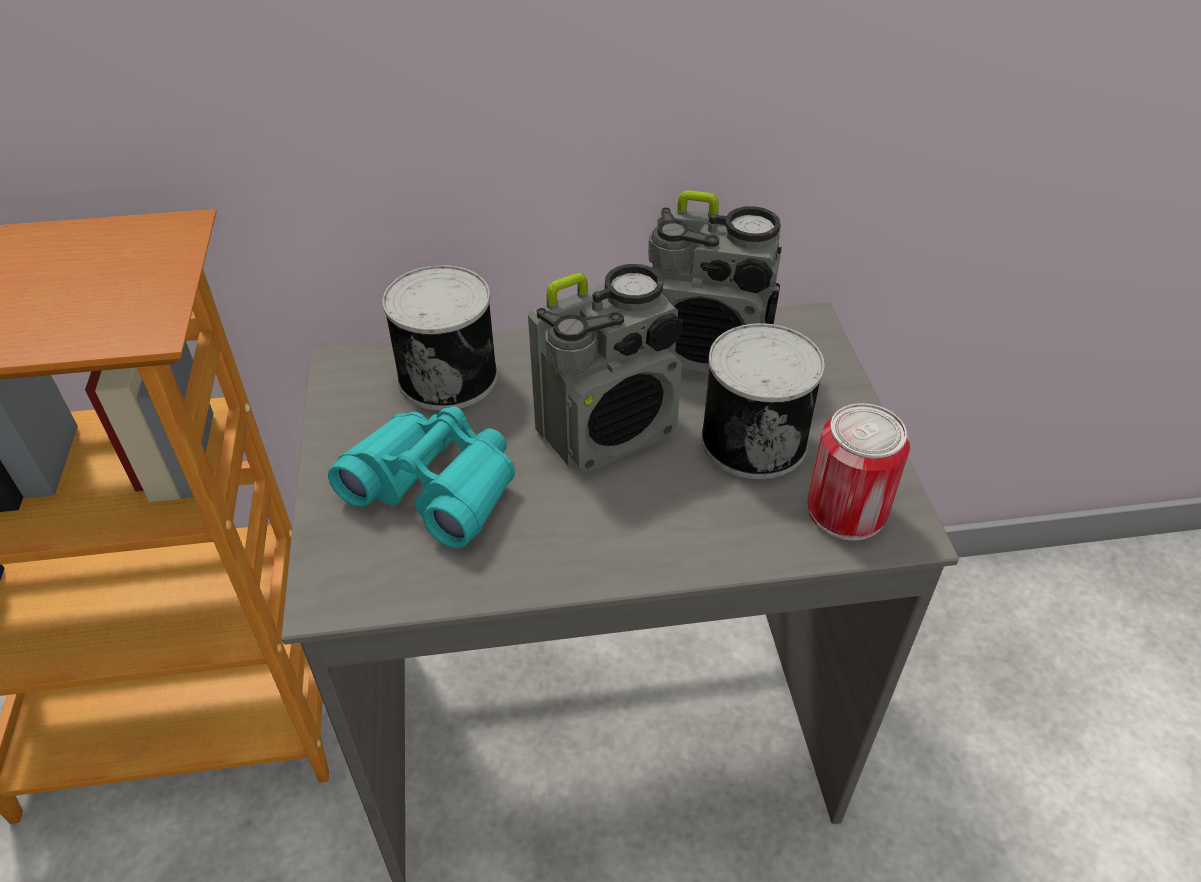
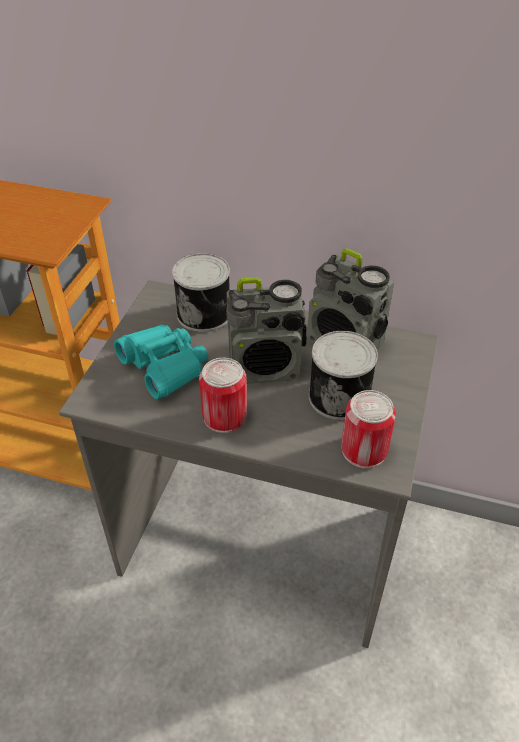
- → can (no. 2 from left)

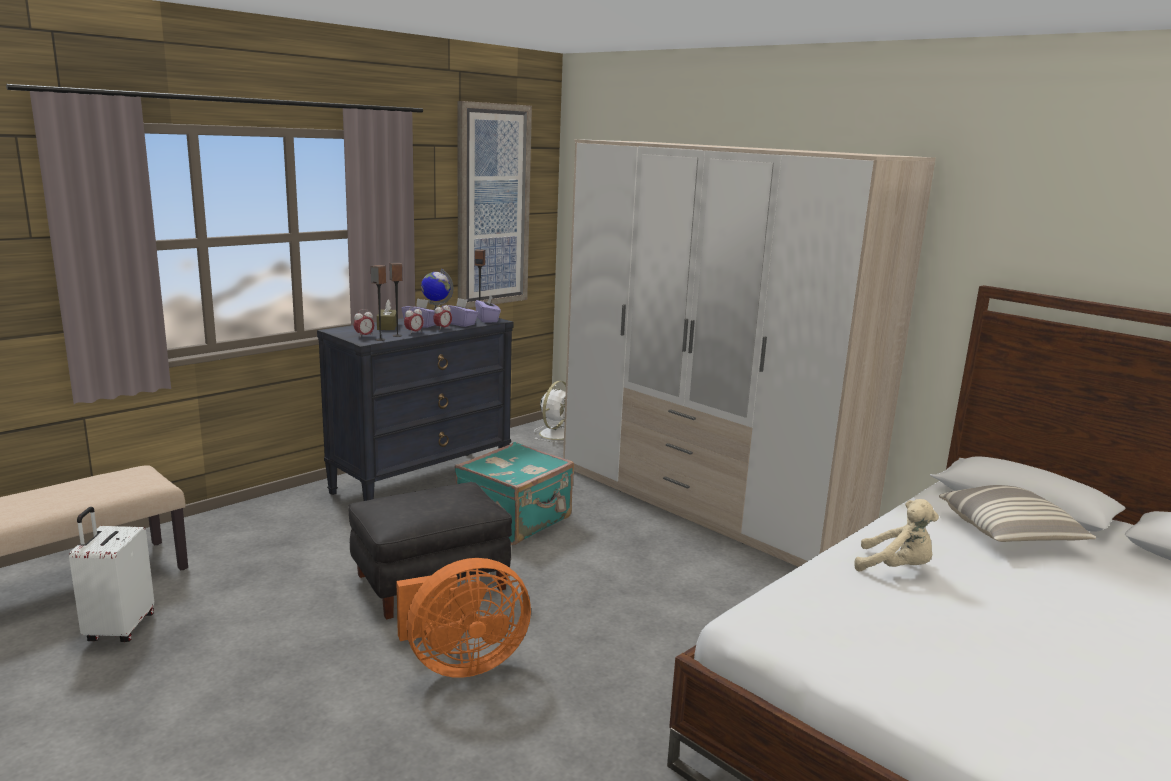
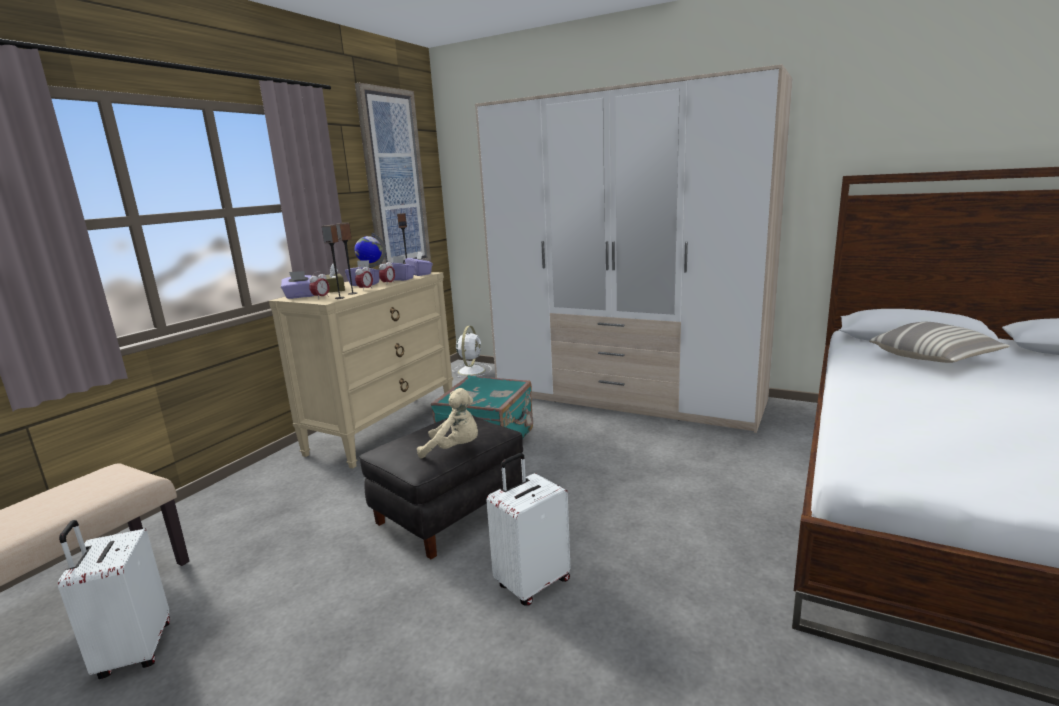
dresser (black) → dresser (beige)
plush toy (beige), shifted
fan (orange) → suitcase (white) (no. 2 from left)
- → tissue box (purple) (no. 1 from left)

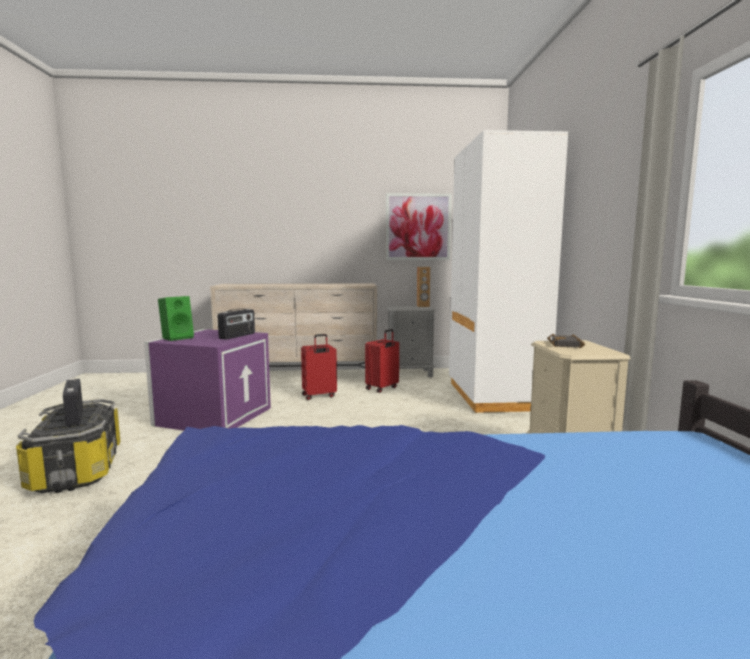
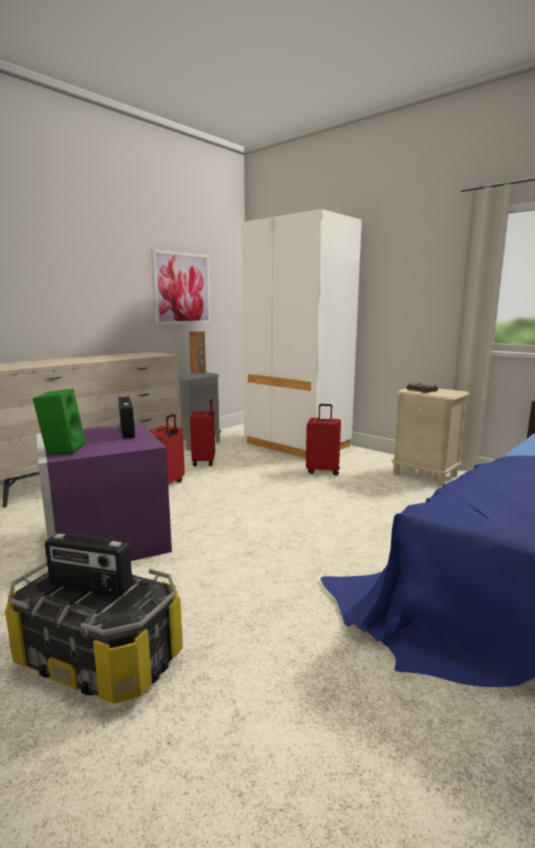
- → suitcase (red) (no. 3 from left)

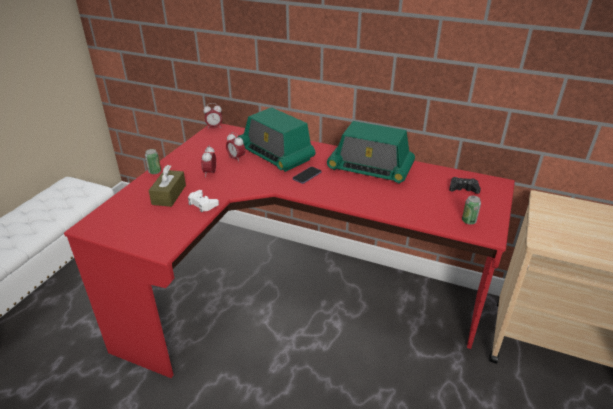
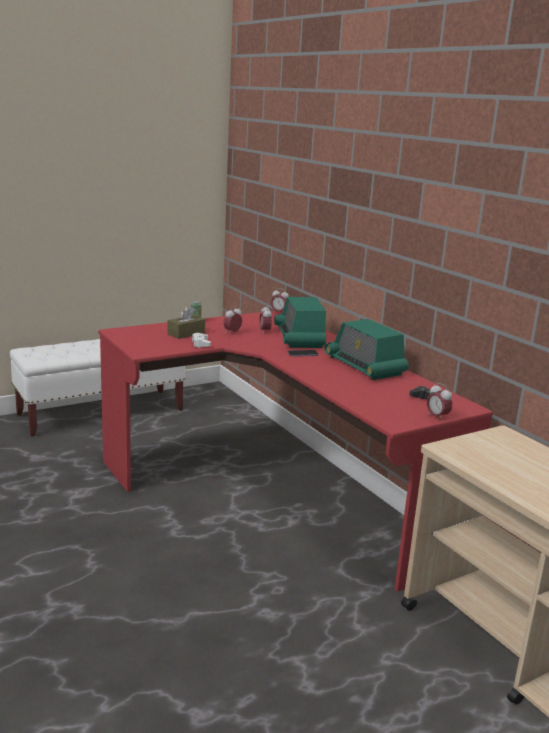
can (no. 2 from left) → -
- → alarm clock (no. 4 from left)

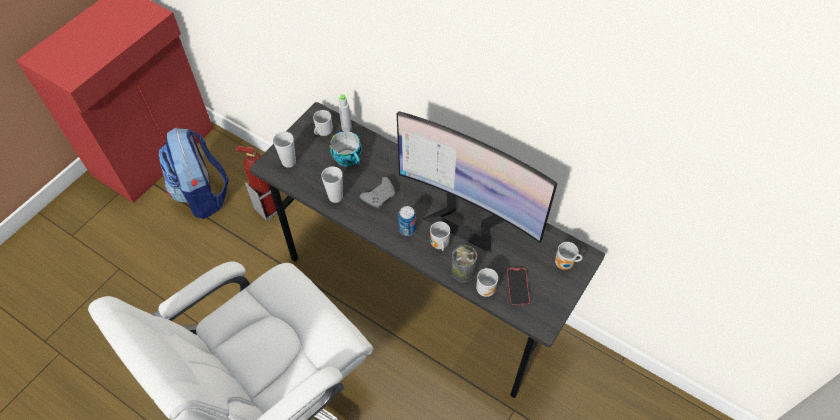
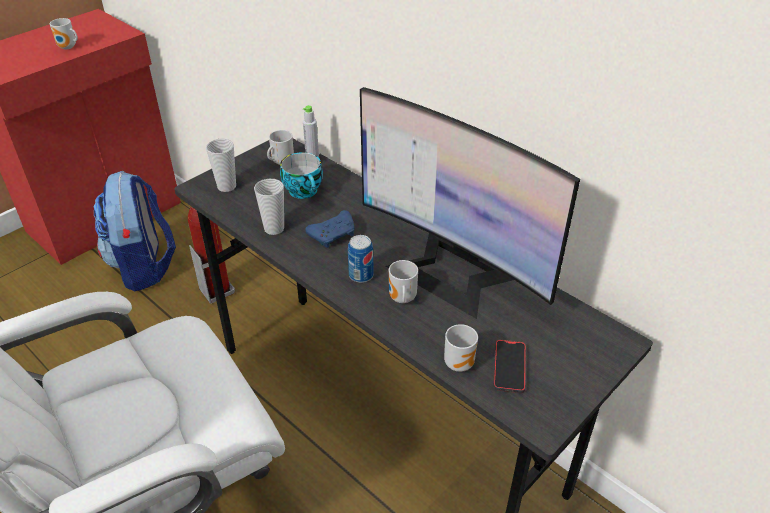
game controller (grey) → game controller (blue)
mug (no. 4 from left in the first image) → mug (no. 1 from left), shifted
can (no. 2 from left) → -

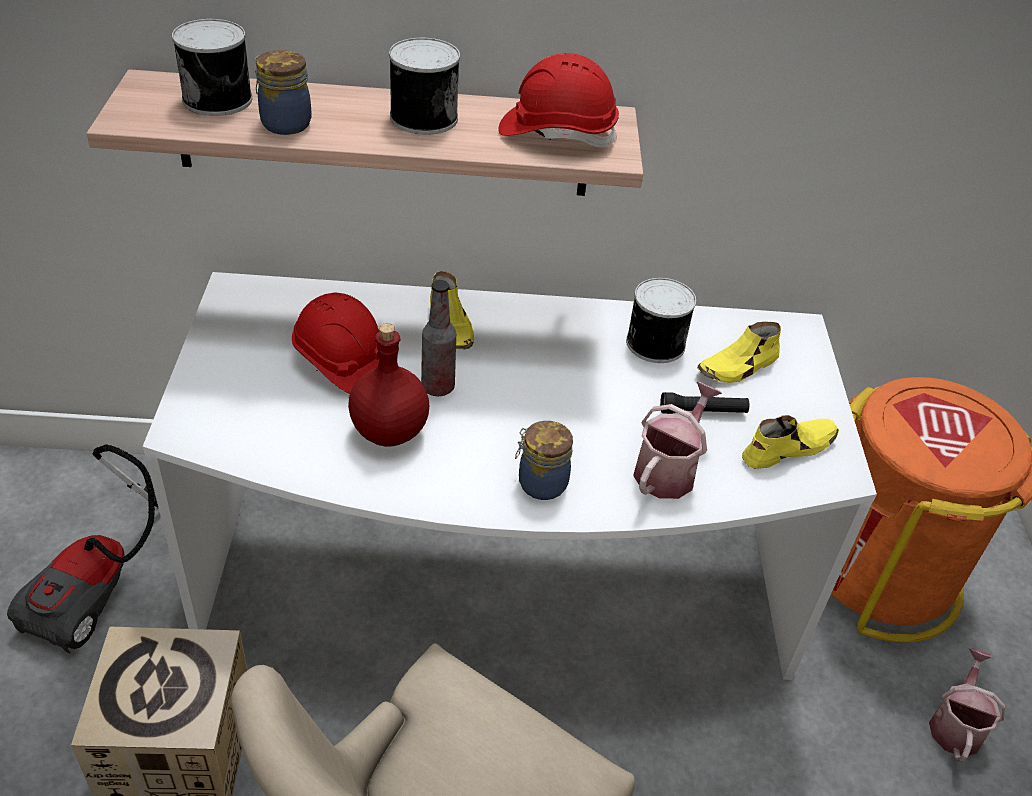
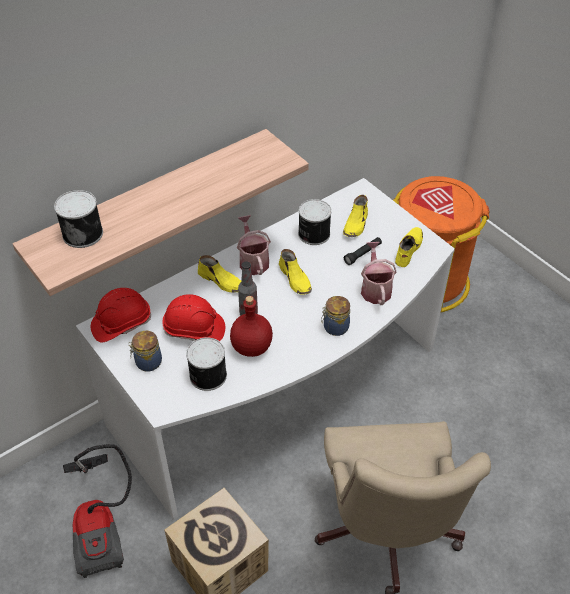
can (no. 2 from left), shifted
jar (no. 1 from left), shifted
hard hat (red) (no. 2 from left in the first image) → hard hat (red) (no. 1 from left), shifted
watering can (no. 2 from left in the first image) → watering can (no. 1 from left), shifted
- → shoe (yellow) (no. 2 from left)

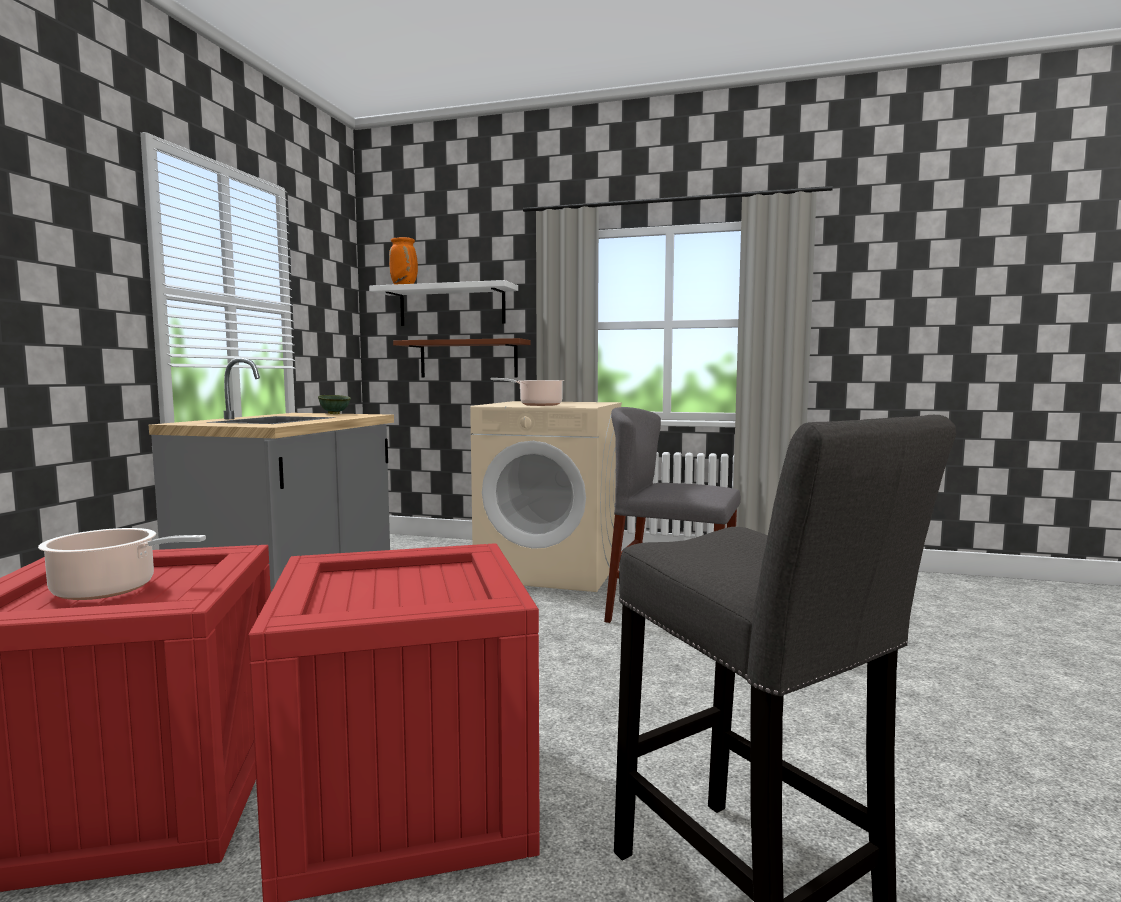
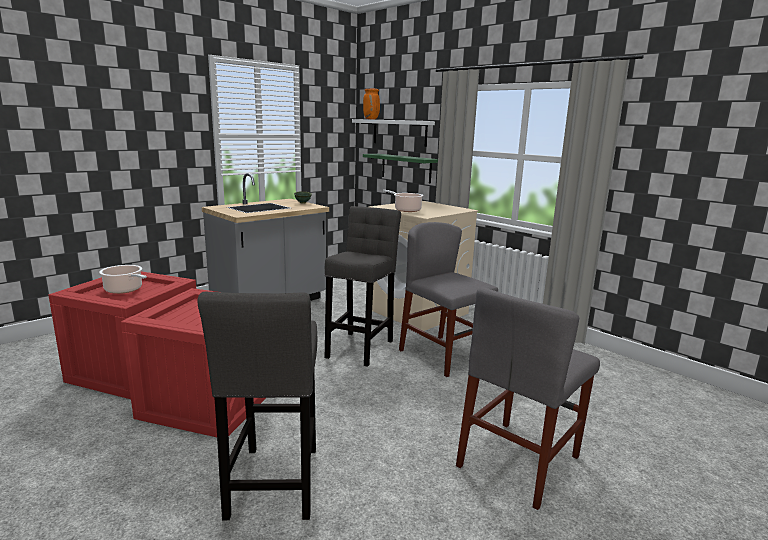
shelf (brown) → shelf (green)
- → stool (grey) (no. 2 from left)
- → chair (grey) (no. 2 from left)

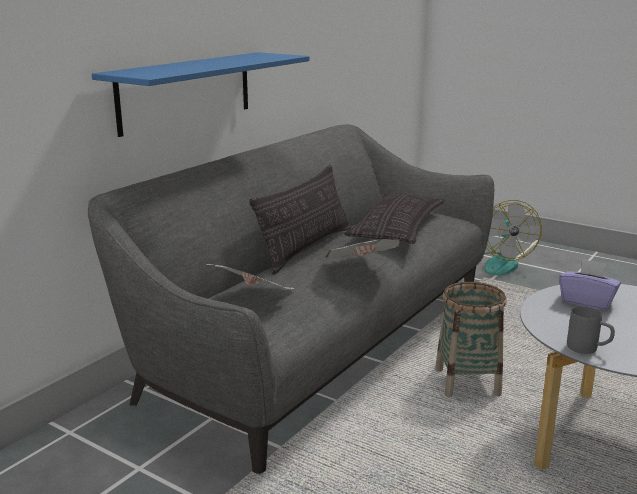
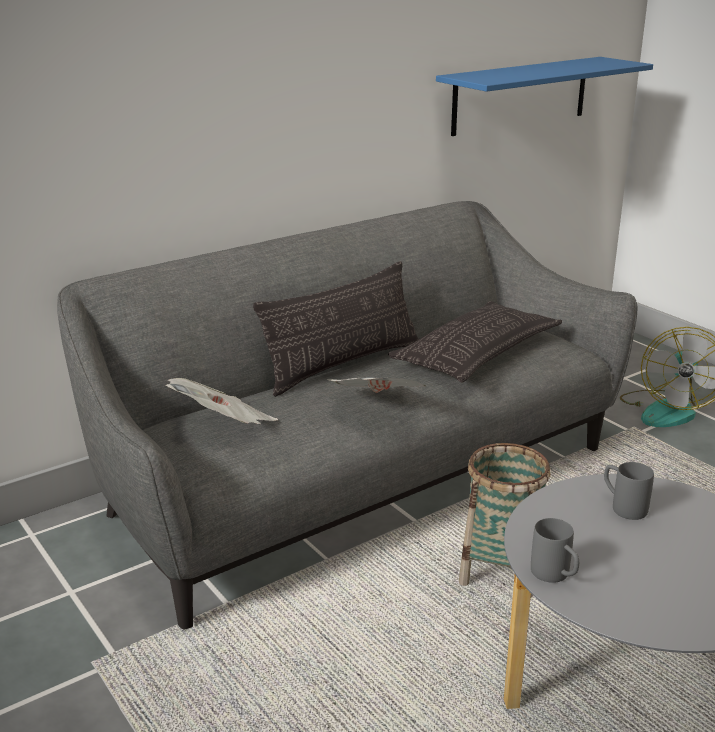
shelf (blue), shifted
tissue box (purple) → mug (grey) (no. 2 from left)

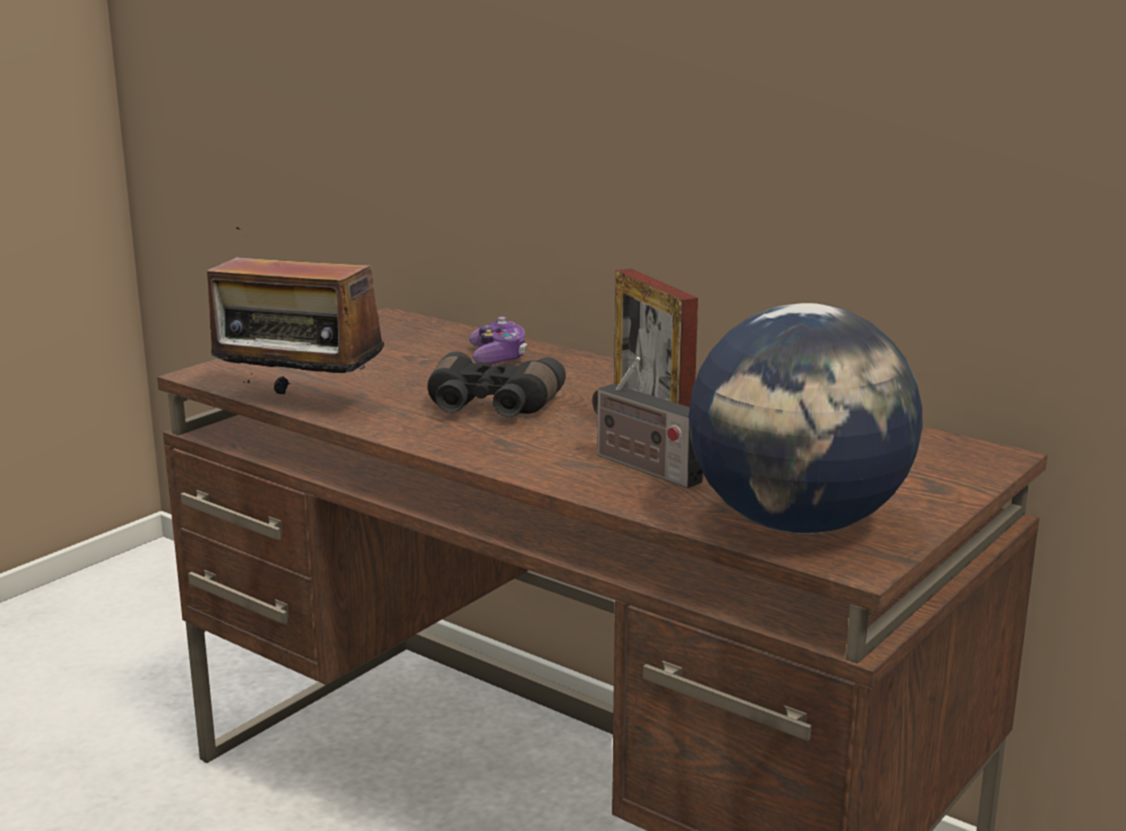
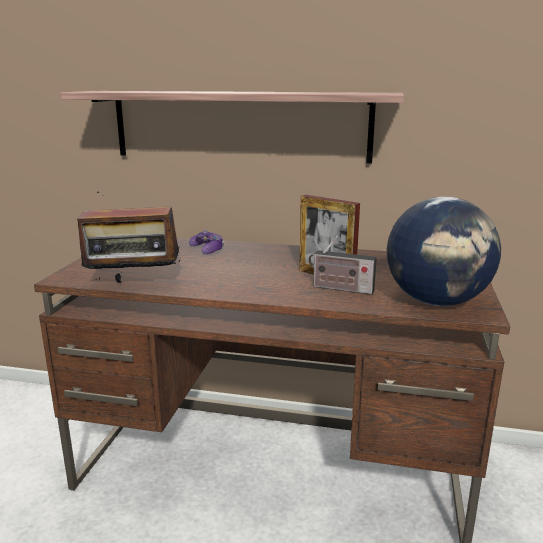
binoculars (black) → -
- → shelf

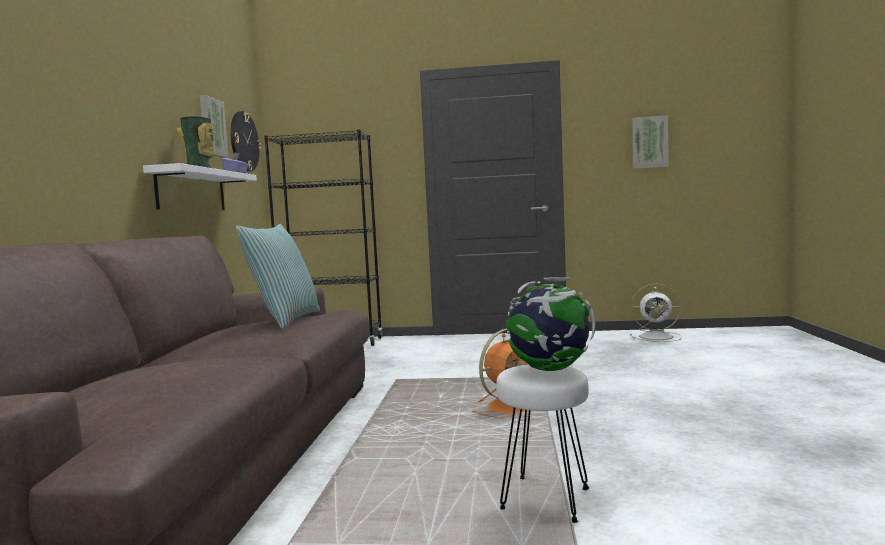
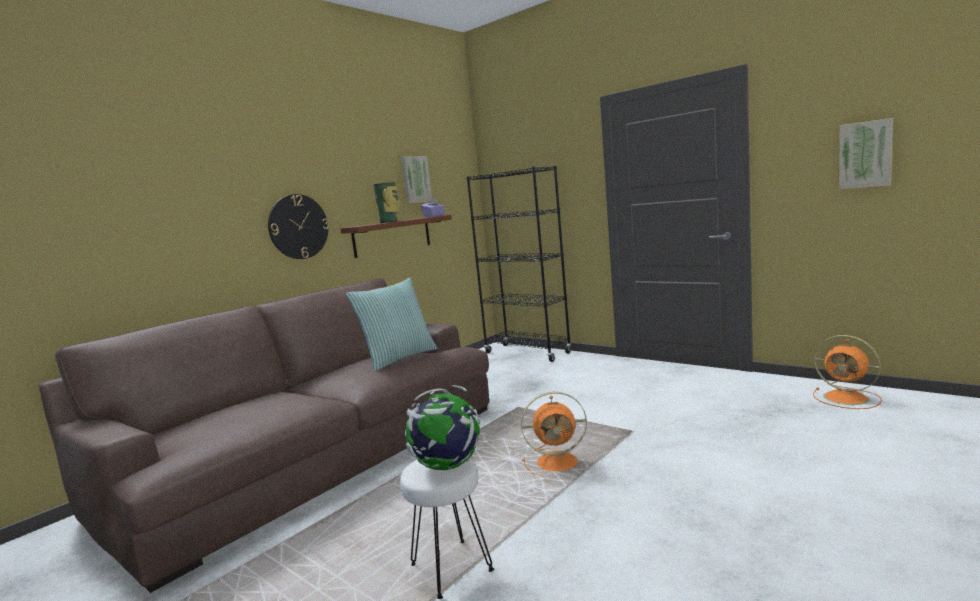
wall clock, shifted
shelf (white) → shelf (brown)
fan (white) → fan (orange) (no. 2 from left)

